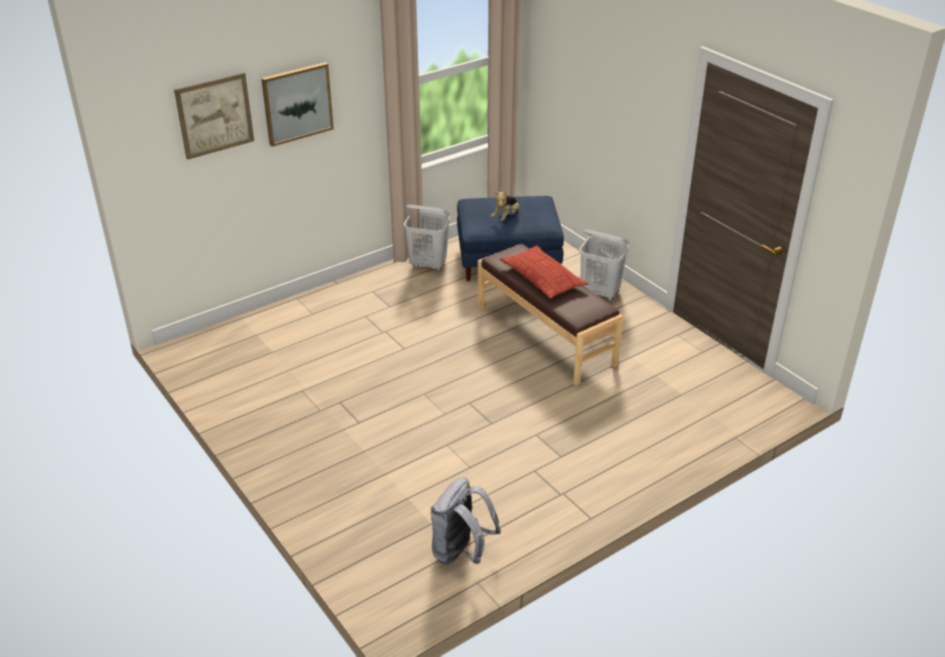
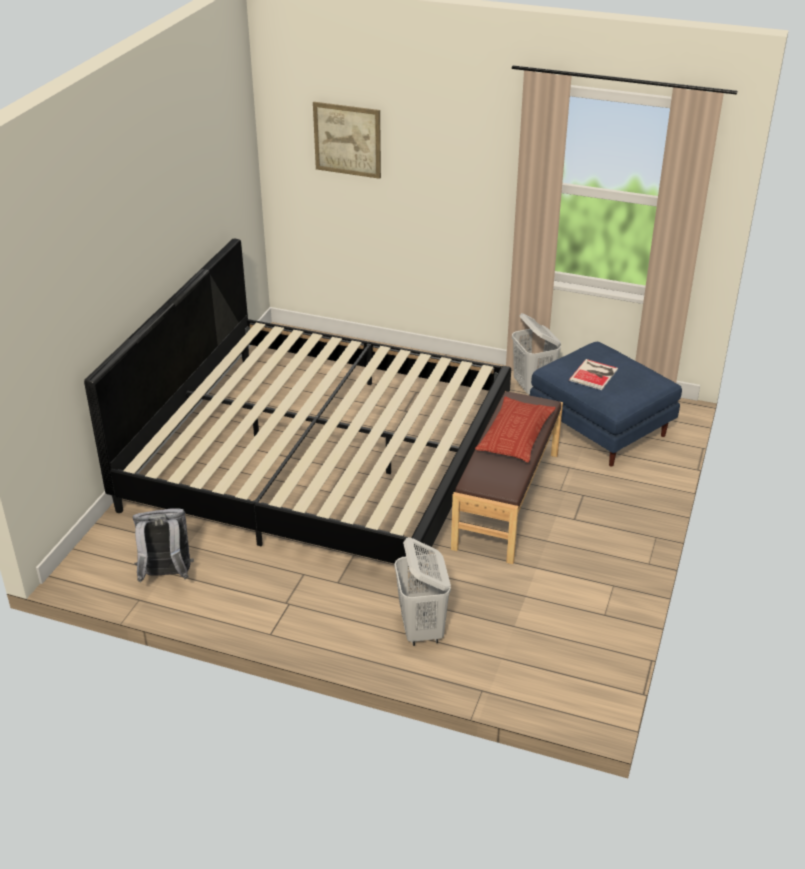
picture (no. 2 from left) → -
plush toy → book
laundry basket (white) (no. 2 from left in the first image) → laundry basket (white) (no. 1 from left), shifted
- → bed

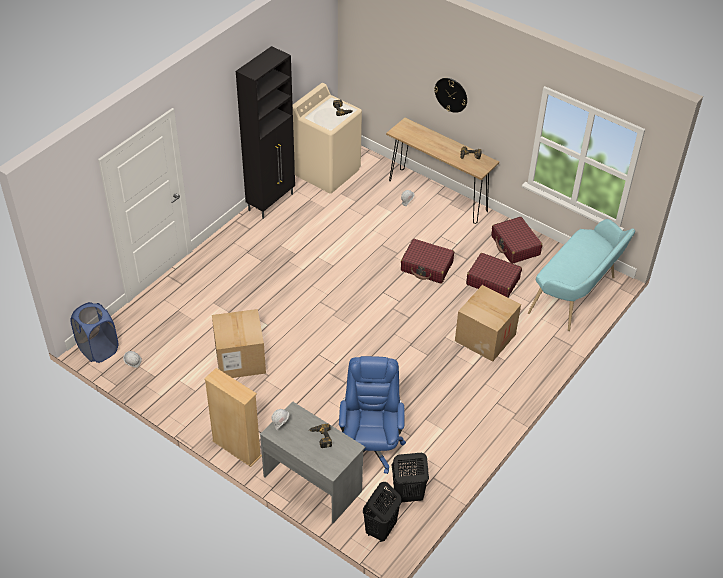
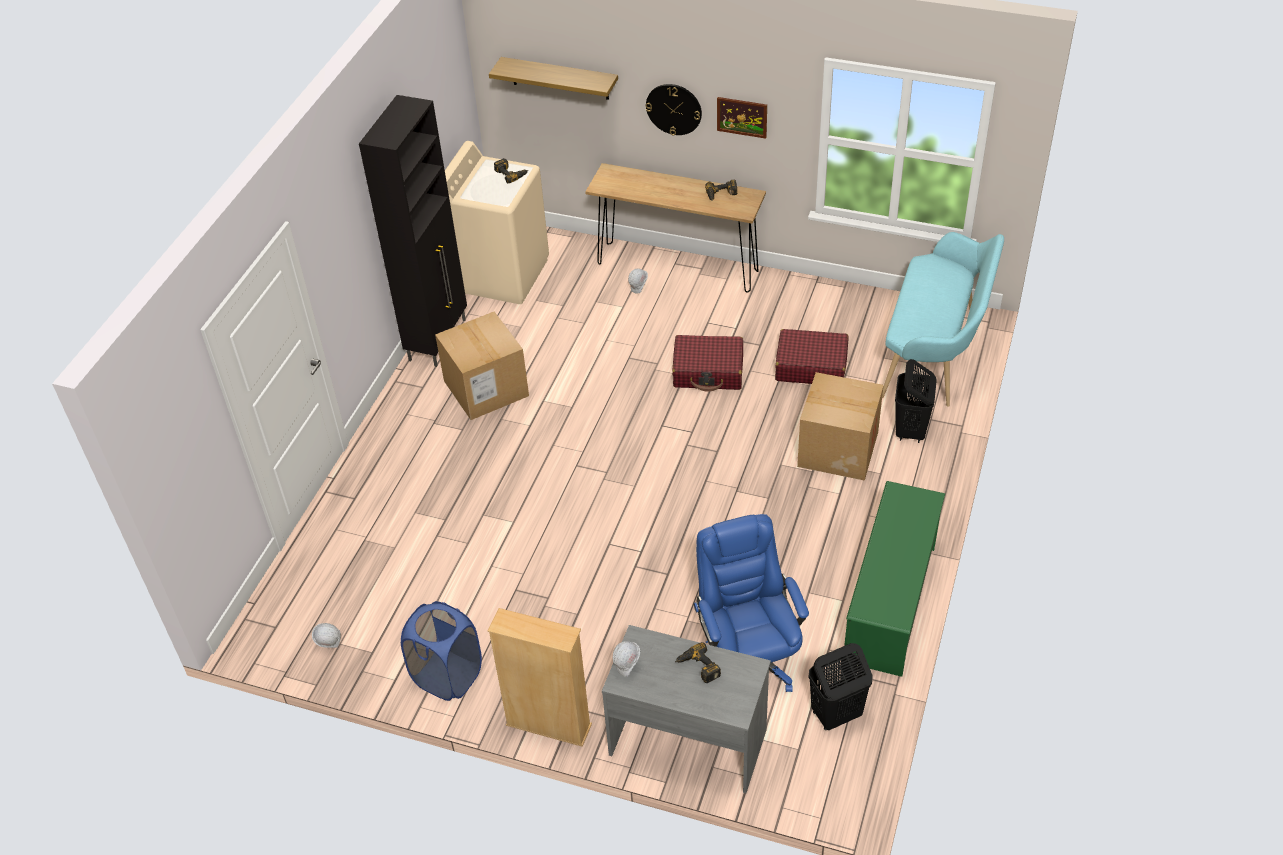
suitcase (red) (no. 3 from left) → -
laundry basket (blue), shifted
cardboard box (no. 1 from left), shifted
laundry basket (black) (no. 1 from left in the first image) → laundry basket (black) (no. 2 from left), shifted
- → shelf
- → picture
- → shoe rack (green)

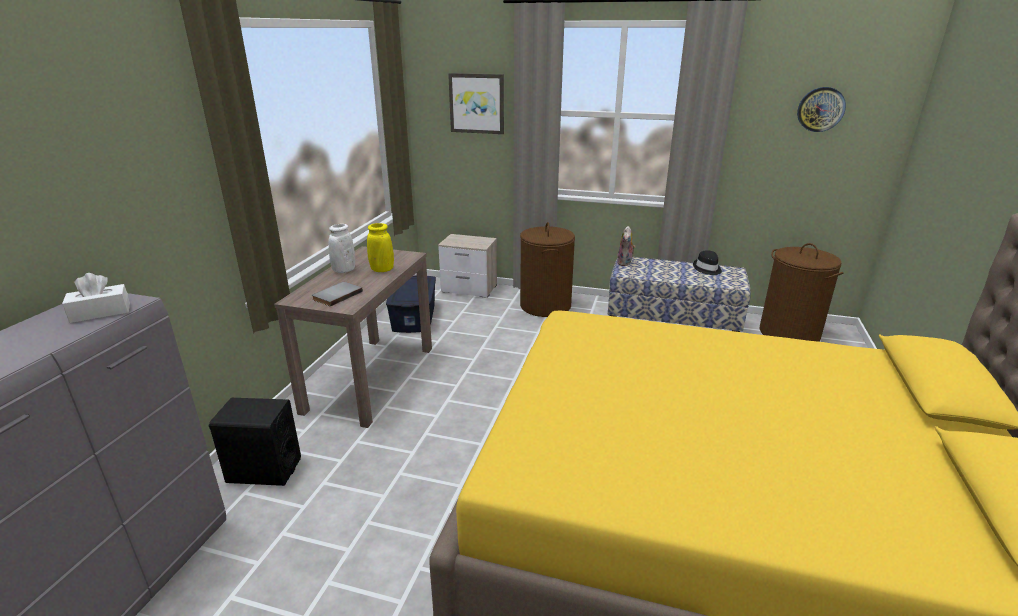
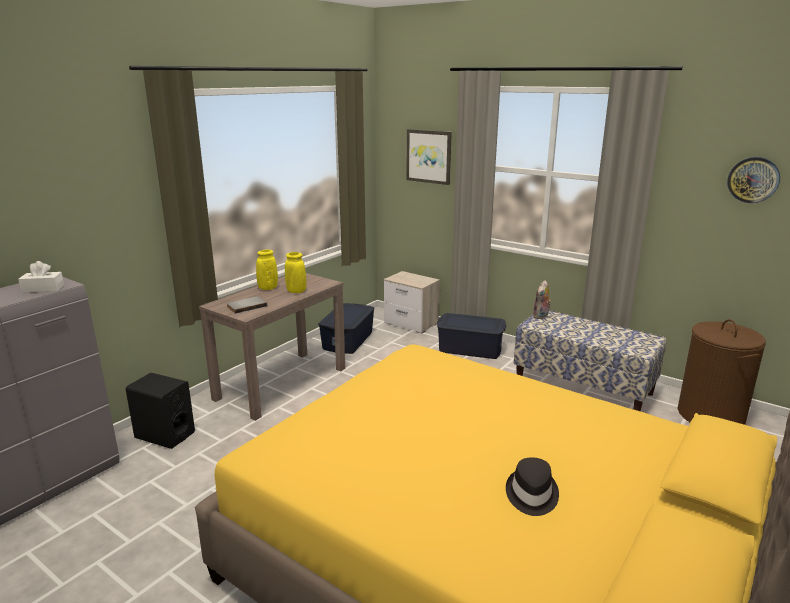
laundry basket (brown) (no. 1 from left) → storage box (blue) (no. 2 from left)
vase (white) → vase (yellow) (no. 1 from left)
hat (black), shifted

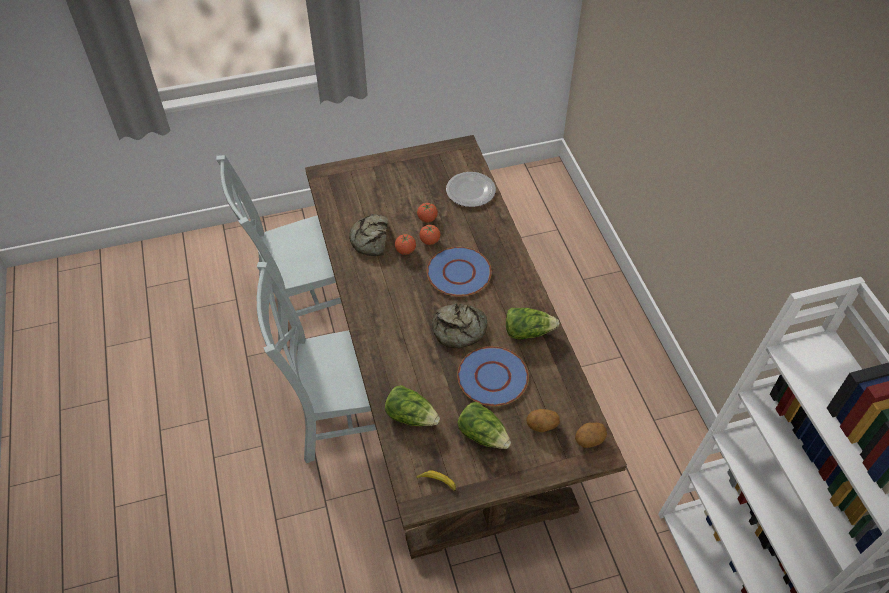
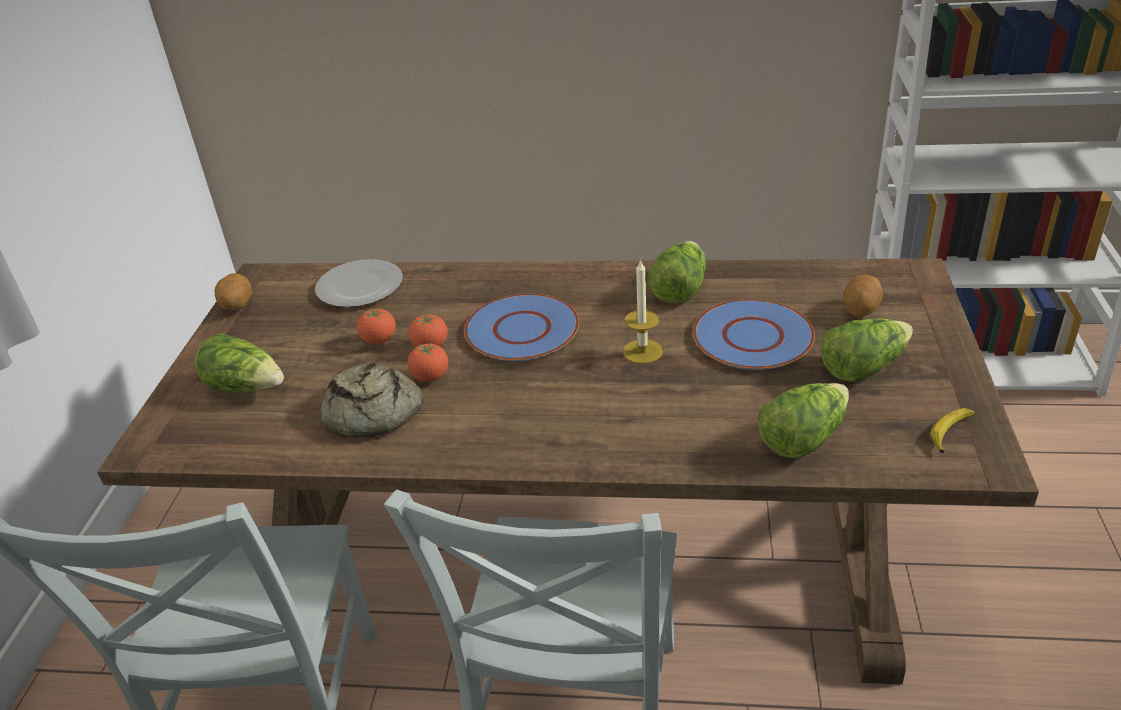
bread (no. 2 from left) → candle
potato (no. 2 from left in the first image) → potato (no. 1 from left), shifted
- → lettuce (no. 1 from left)

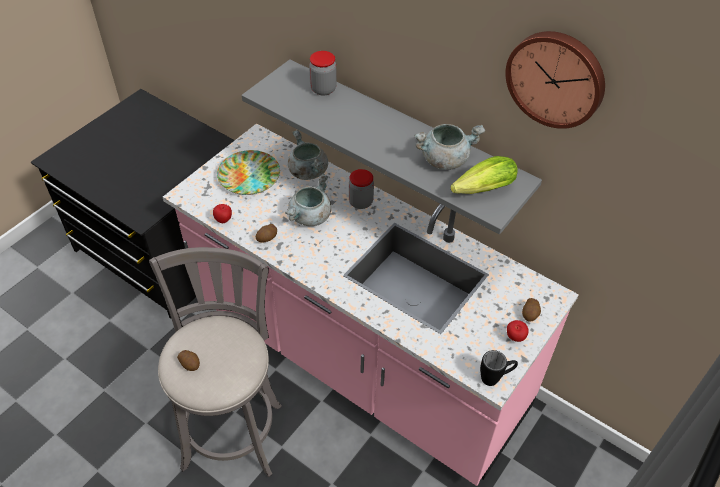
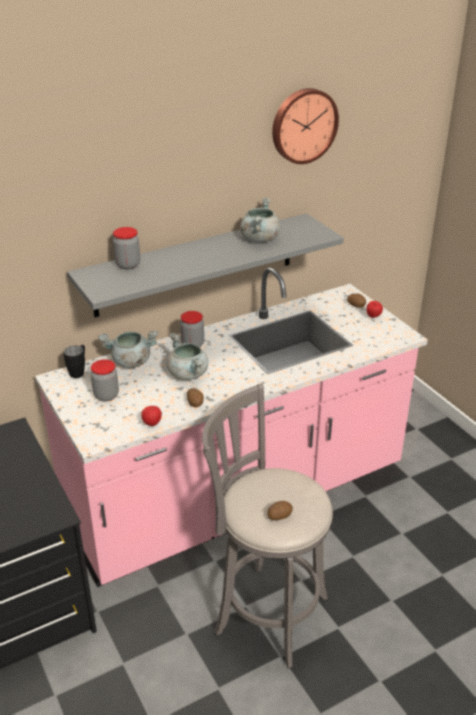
plate → jar (no. 1 from left)
lettuce → -
mug (black), shifted

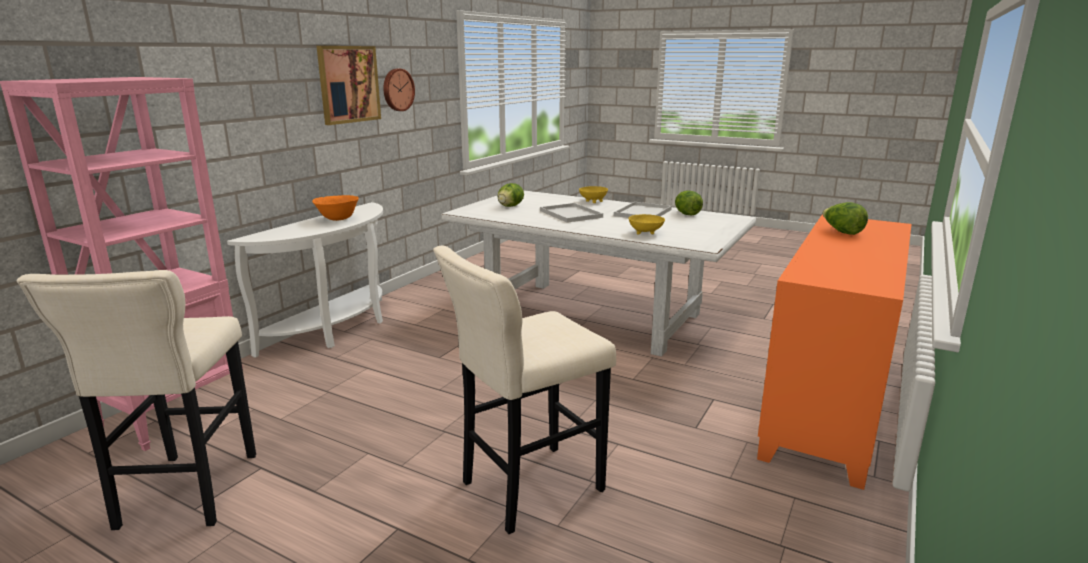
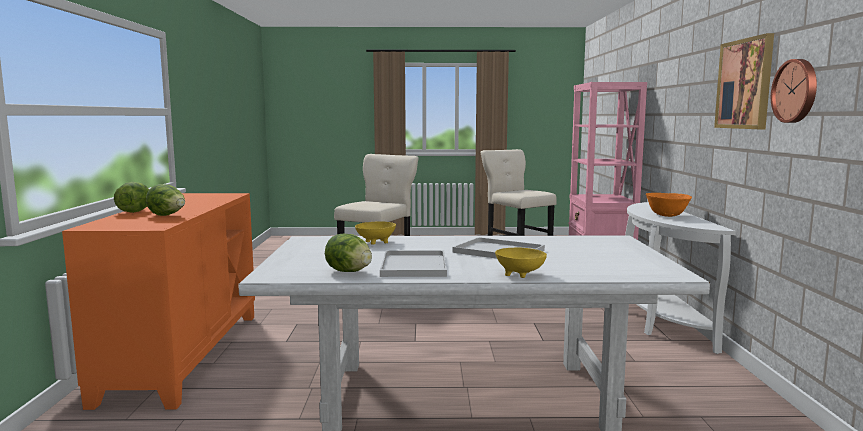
lettuce (no. 1 from left), shifted

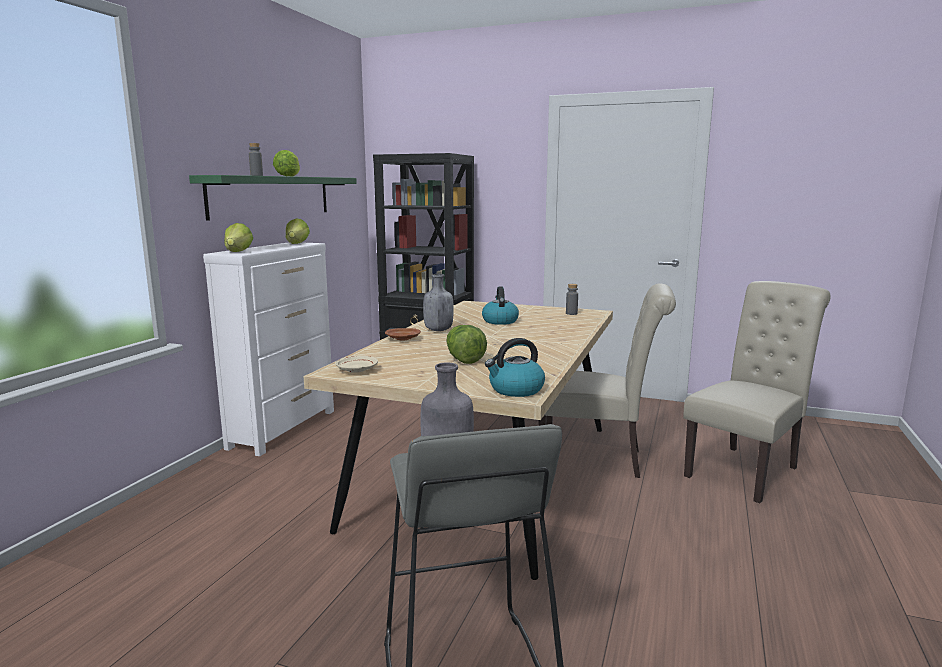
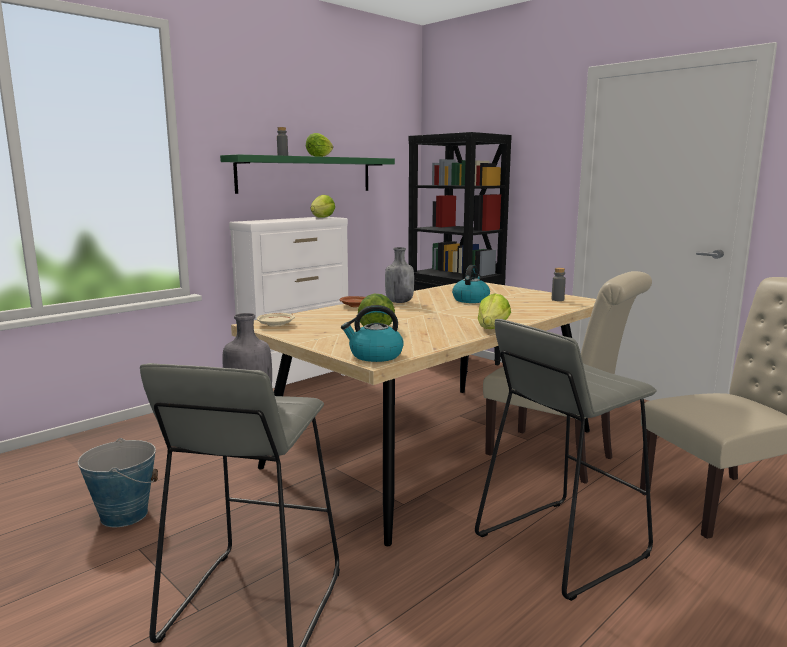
lettuce (no. 1 from left in the first image) → lettuce (no. 4 from left), shifted
- → stool (grey) (no. 2 from left)
- → bucket

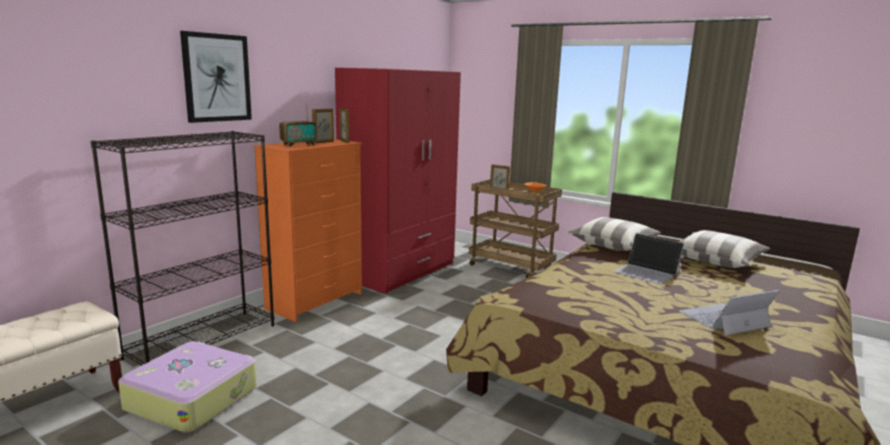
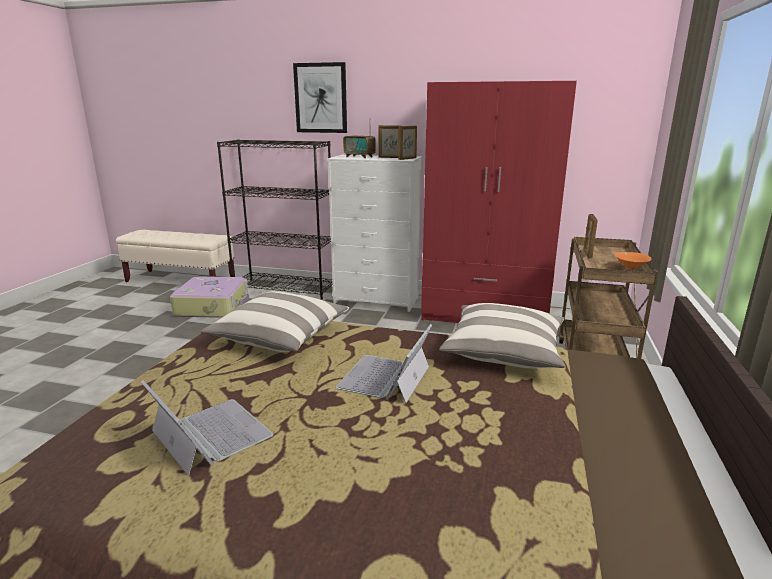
dresser (orange) → dresser (white)
pillow (no. 2 from left in the first image) → pillow (no. 1 from left), shifted

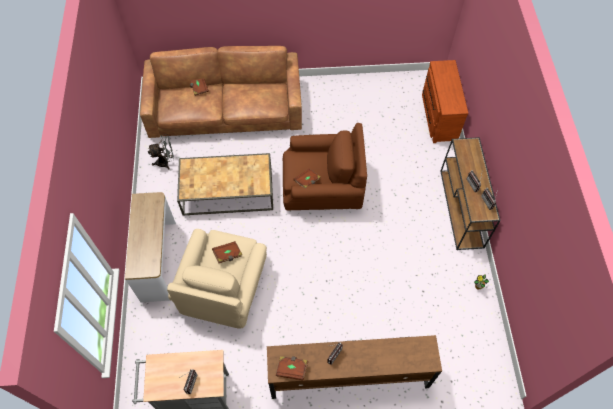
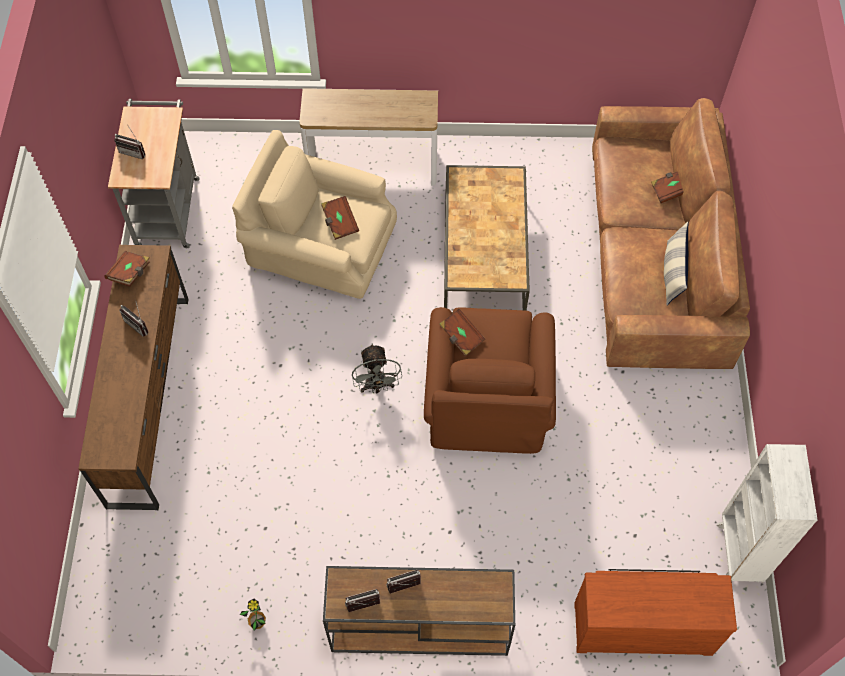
fan (grey), shifted
- → pillow
- → bookcase (white)

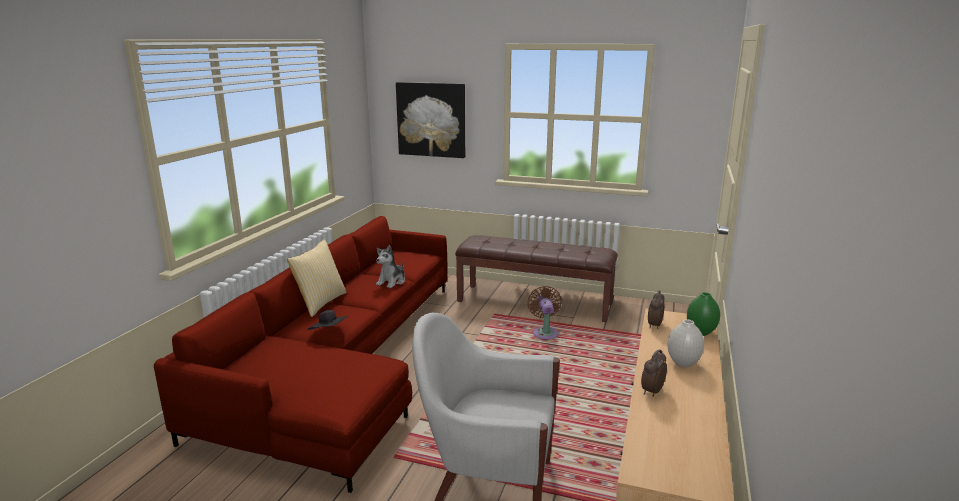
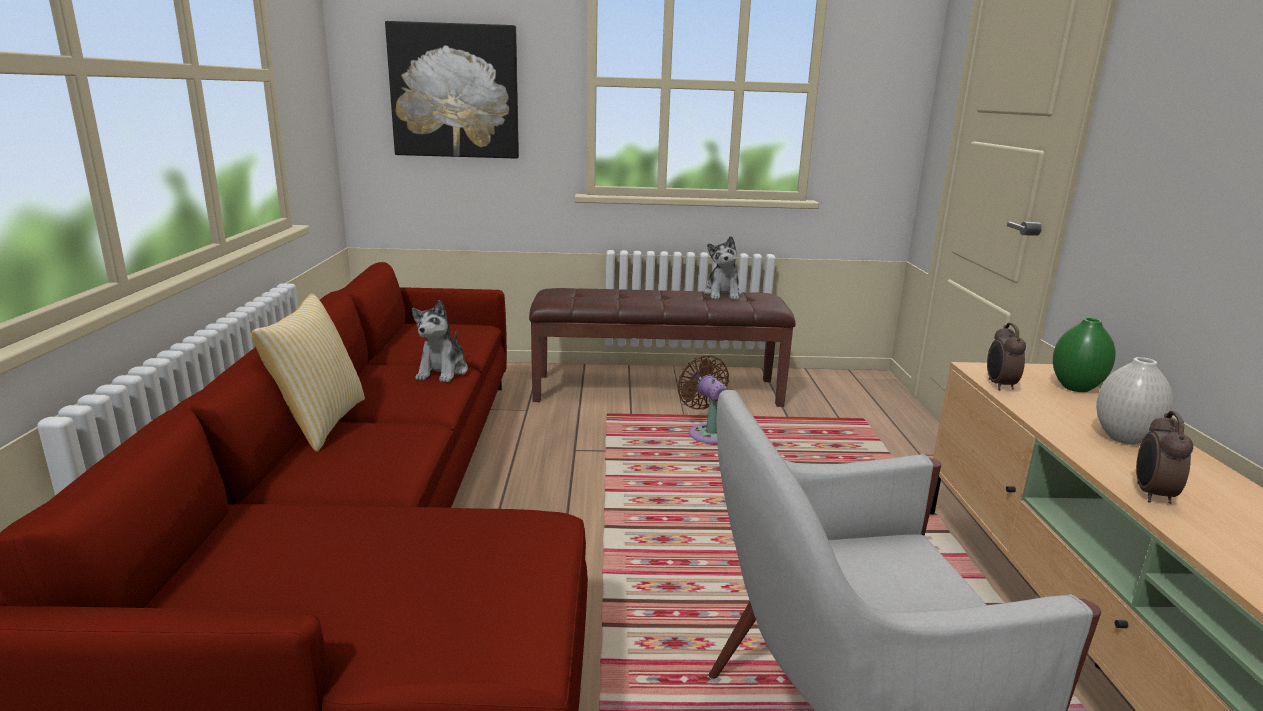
hat (black) → -
- → plush toy (no. 2 from left)

